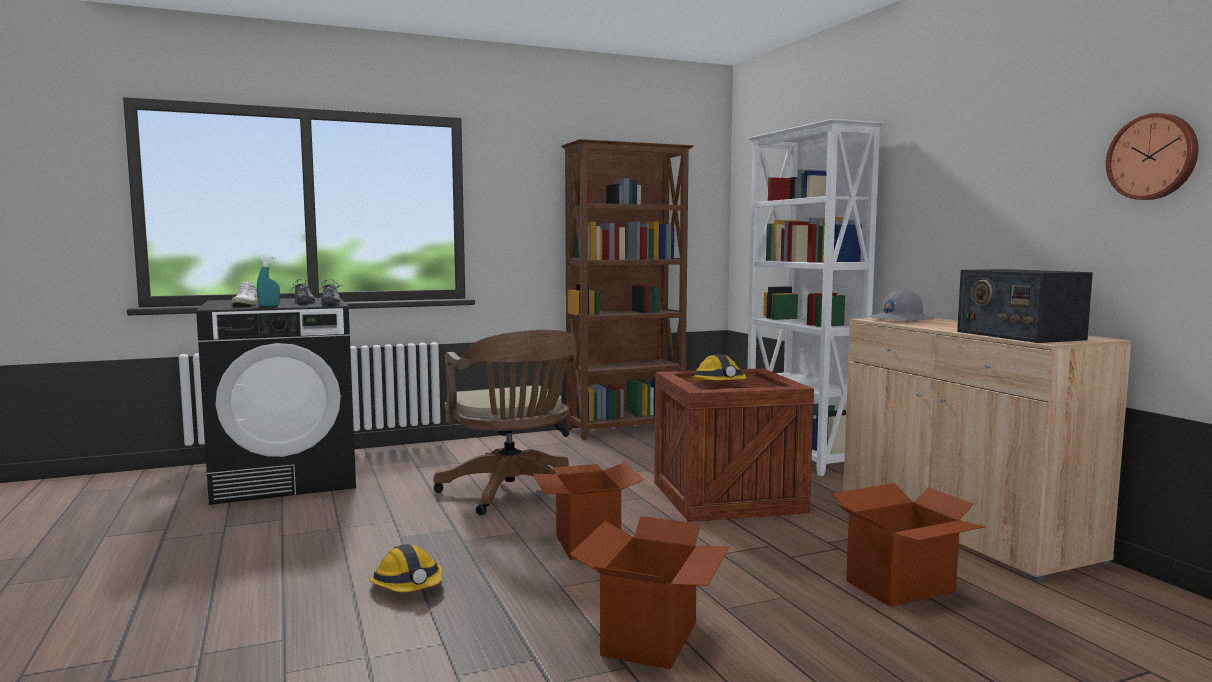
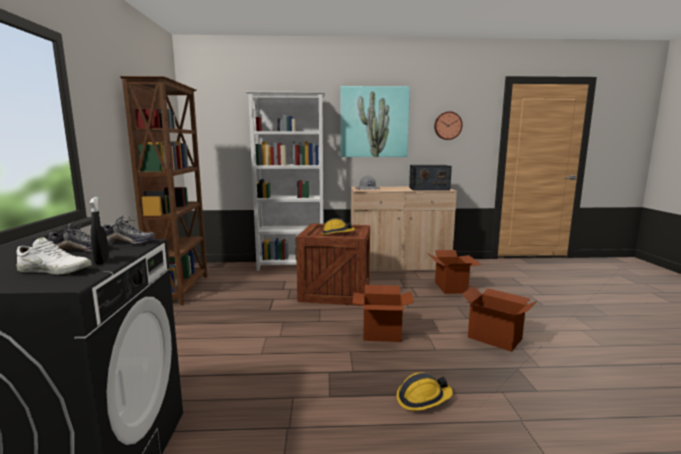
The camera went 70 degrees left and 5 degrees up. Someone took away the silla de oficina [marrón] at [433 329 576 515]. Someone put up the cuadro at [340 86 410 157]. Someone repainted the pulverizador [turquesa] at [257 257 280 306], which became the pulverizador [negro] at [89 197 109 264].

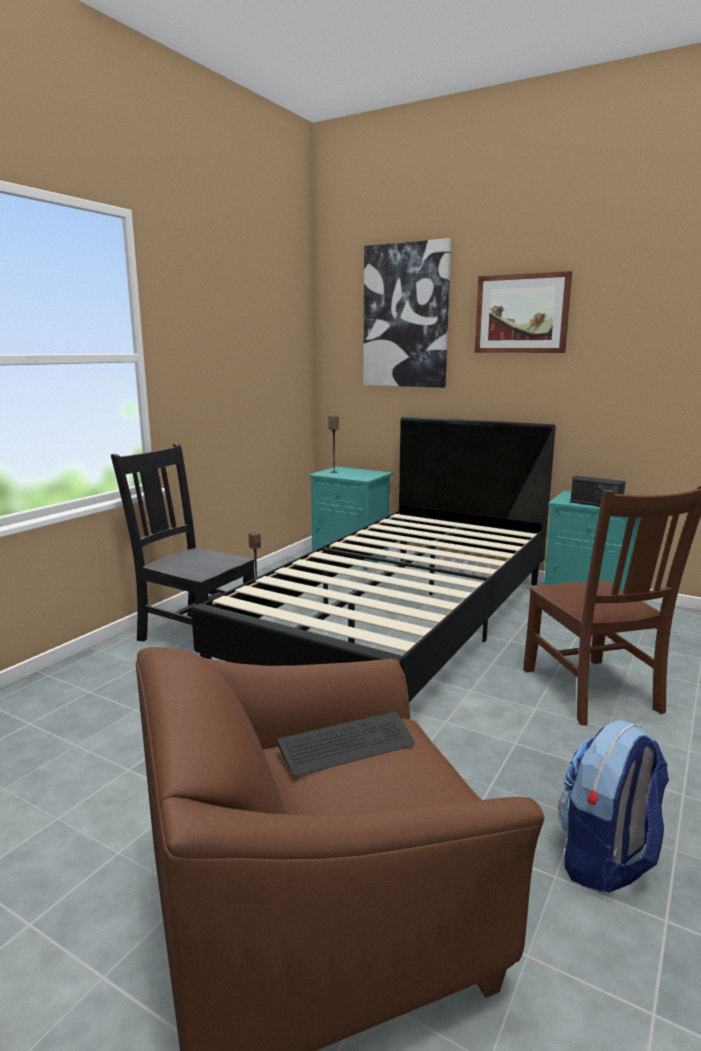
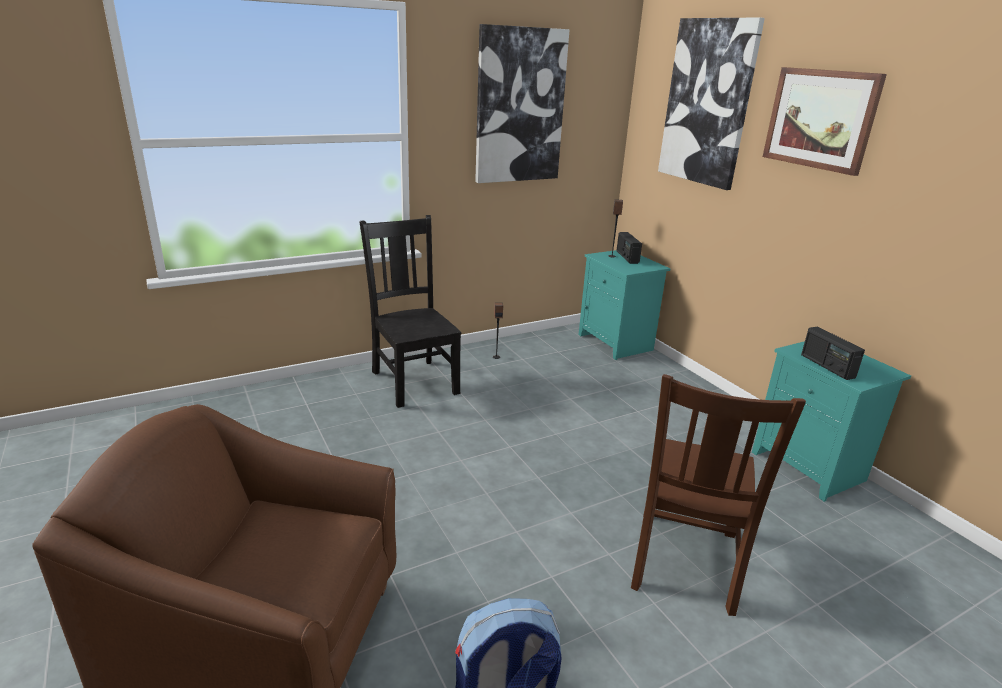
The camera went 30 degrees right and 10 degrees up. Someone took away the cama [negro] at [191 416 556 702]. Someone took away the teclado at [277 711 415 776]. Someone put up the cuadro at [475 24 569 183]. Someone put down the radio at [616 232 642 264].

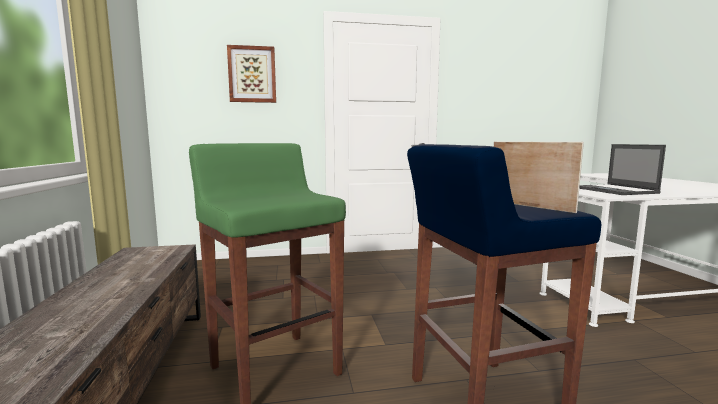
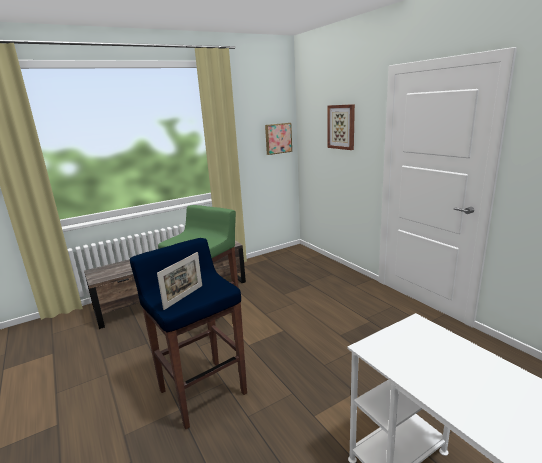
The camera went 70 degrees right and 10 degrees up. Someone took away the portátil at [579 144 666 195]. Someone put up the cuadro at [265 123 292 155].

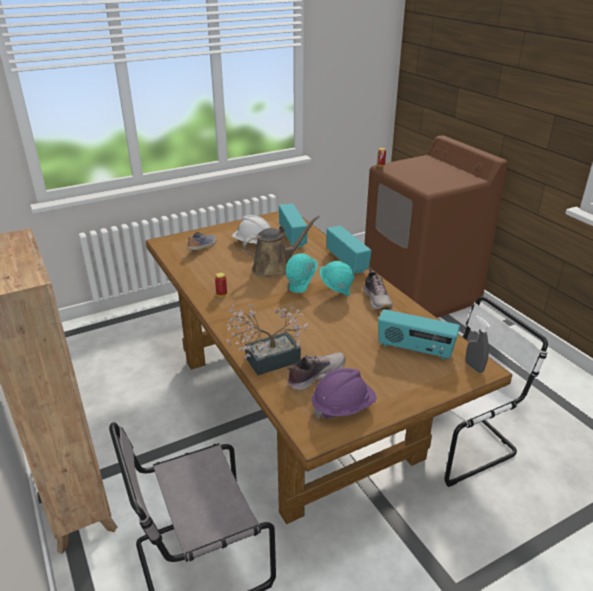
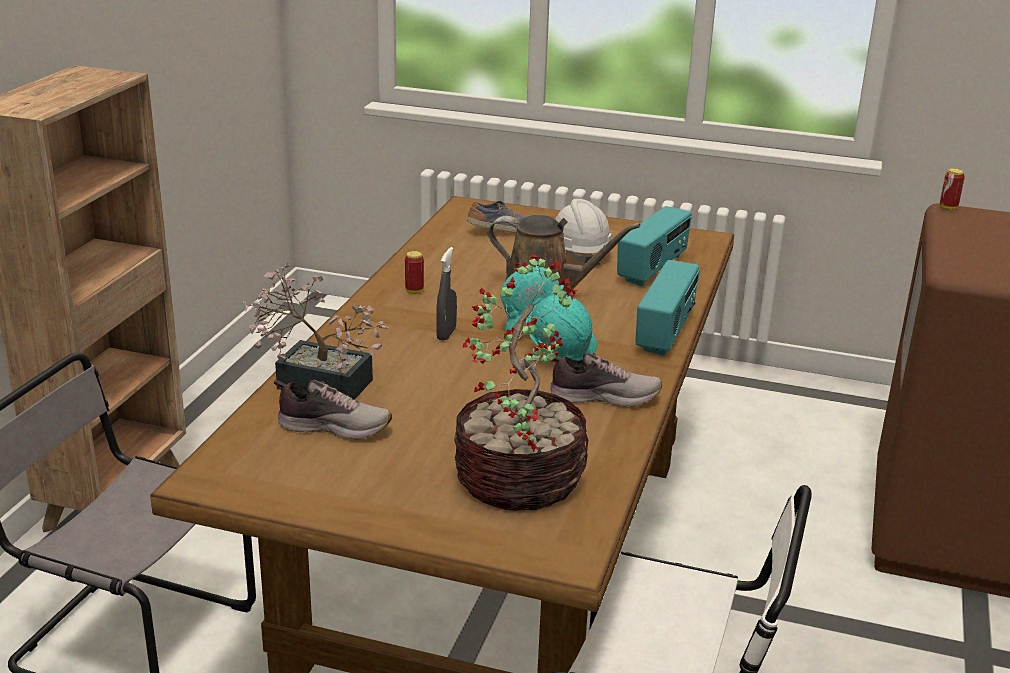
The camera went 45 degrees right and 5 degrees down. Someone took away the casco [morado] at [312 368 376 419]. Someone carried the pulverizador [gris] from [465 316 491 373] to [436 247 457 341]. Someone swapped the radio at [378 309 460 360] for the planta en maceta at [454 254 588 511]. Someone rotated the zapato at [363 268 393 310] by 120 degrees counterclockwise.

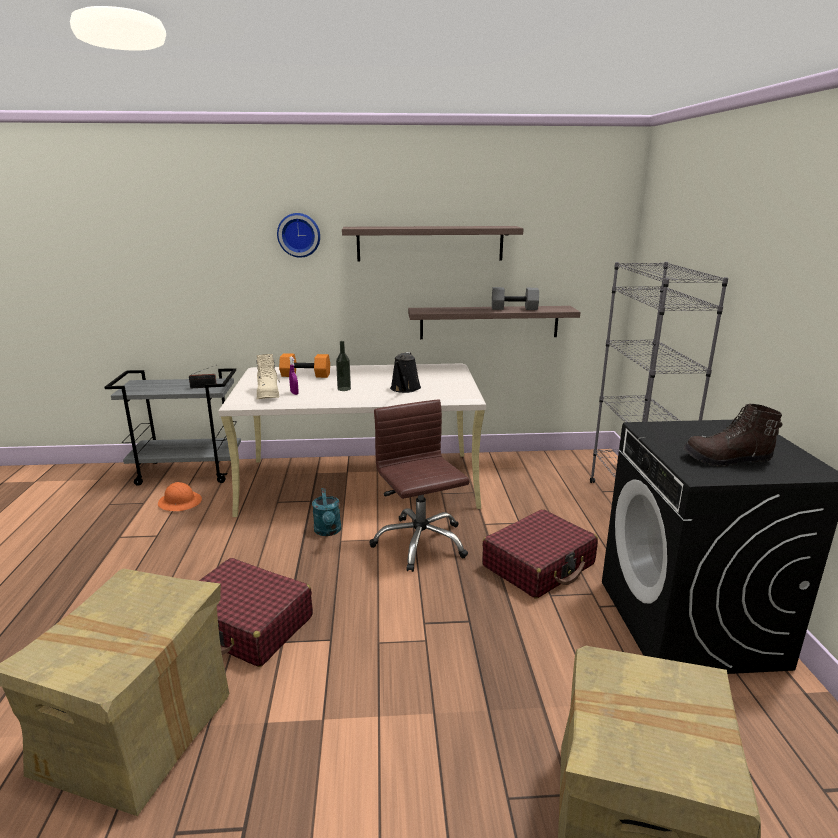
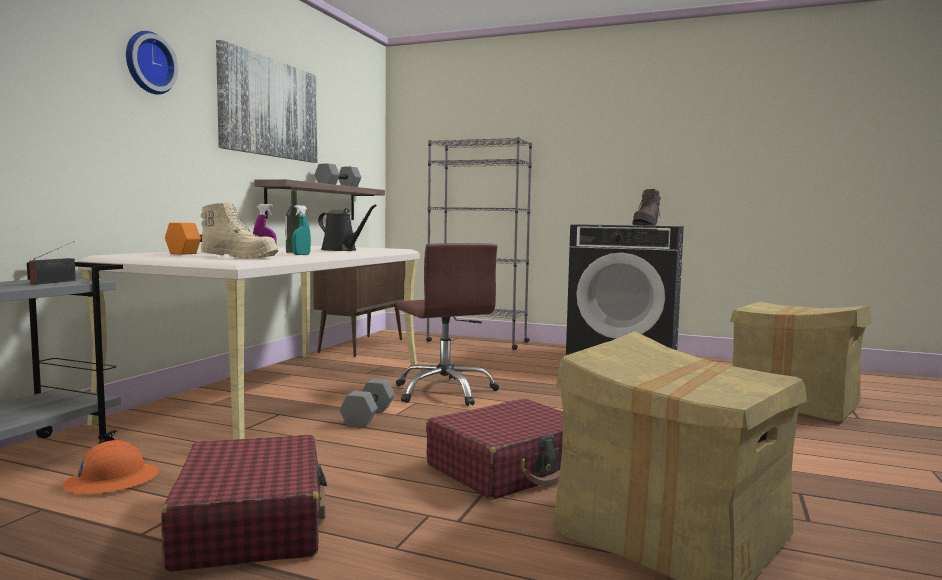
The camera went 65 degrees left and 15 degrees down. Someone put down the pulverizador [turquesa] at [292 205 311 255]. Someone put down the armario [marrón] at [313 261 406 357]. Someone carried the maleta [rojo] from [482 509 598 599] to [161 435 327 572]. Someone swapped the regadera [turquesa] at [312 488 341 536] for the mancuerna [gris] at [340 379 395 428]. Someone swapped the estante at [342 226 524 262] for the cuadro at [216 40 318 163]. Someone rotated the silla de oficina [marrón] at [370 399 470 572] by 120 degrees counterclockwise.

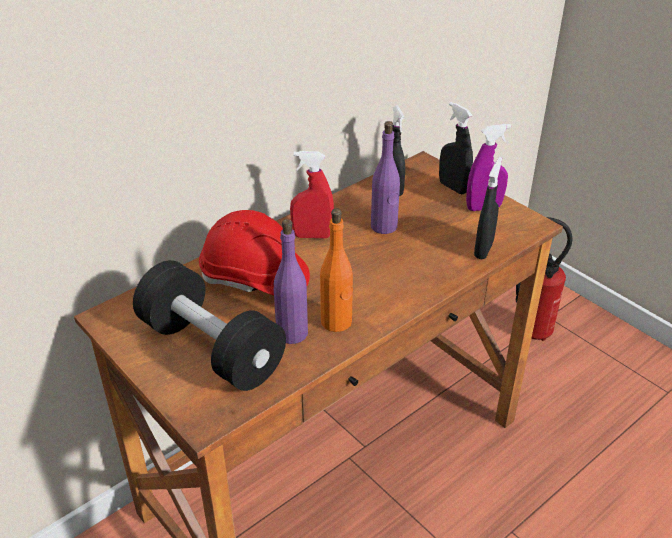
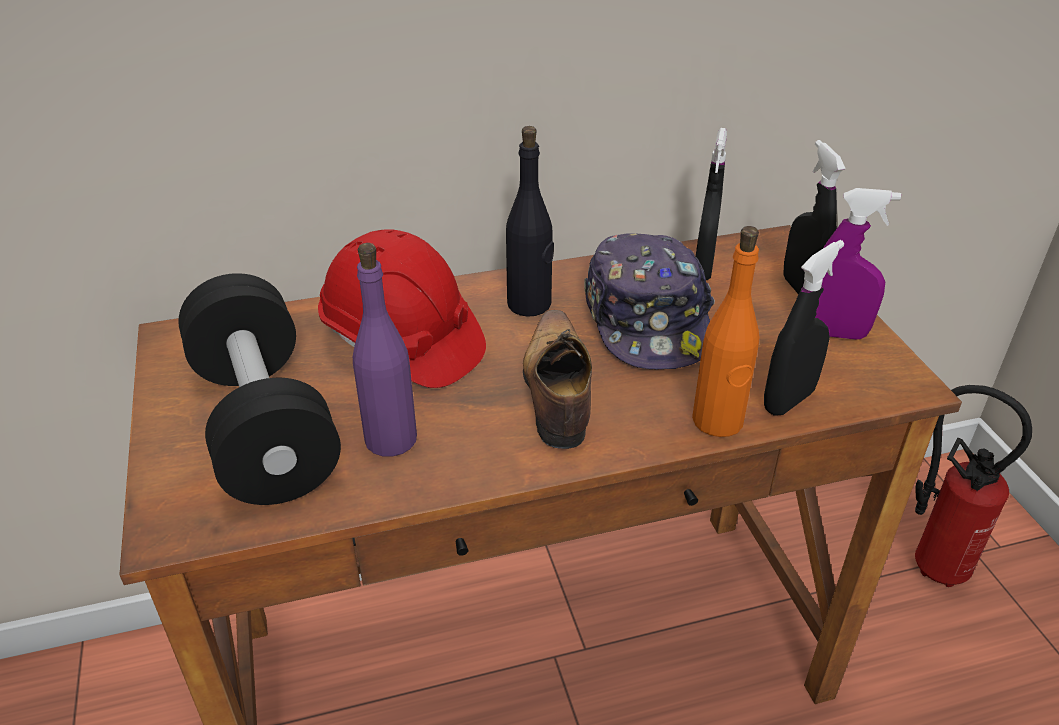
The camera went 25 degrees right and 0 degrees up. Someone put down the zapato at [523 310 592 449]. Someone carried the botella [naranja] from [320 208 353 332] to [692 226 759 437]. Someone swapped the pulverizador [rojo] at [290 151 334 238] for the botella [negro] at [506 126 554 317]. Someone swapped the botella [morado] at [371 121 400 234] for the gorra at [584 233 715 370].

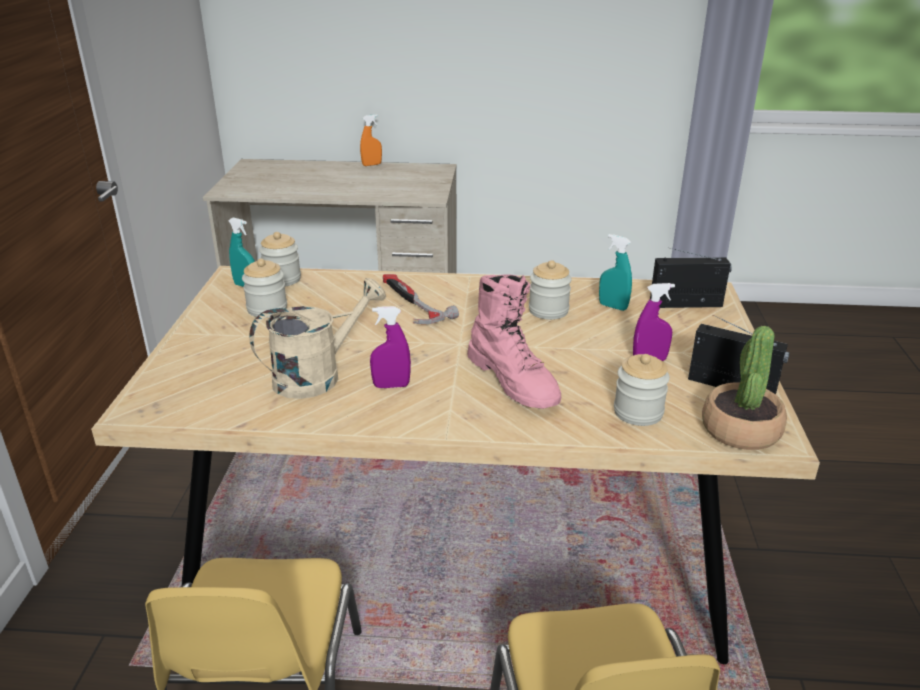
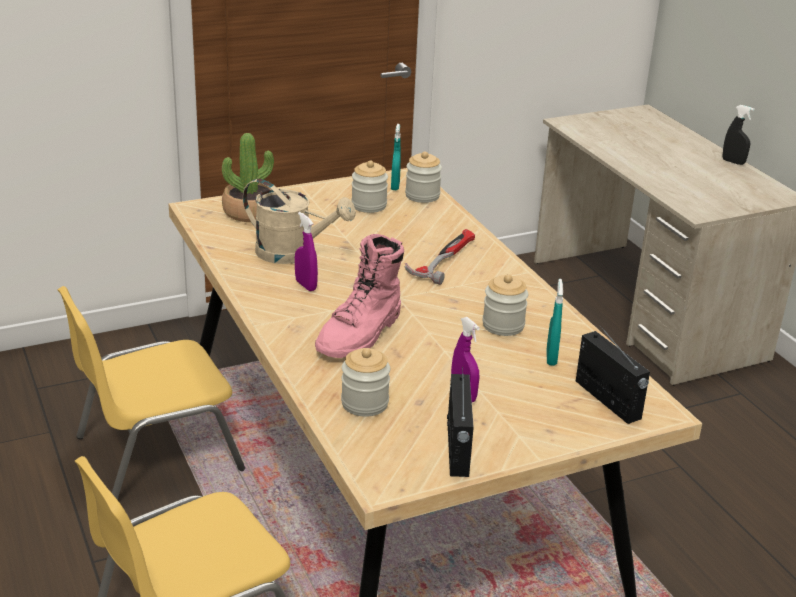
The camera went 60 degrees right and 0 degrees up. Someone carried the planta en maceta from [702 326 787 450] to [222 133 274 222]. Someone repainted the pulverizador [naranja] at [360 114 382 166], which became the pulverizador [negro] at [723 105 754 165].

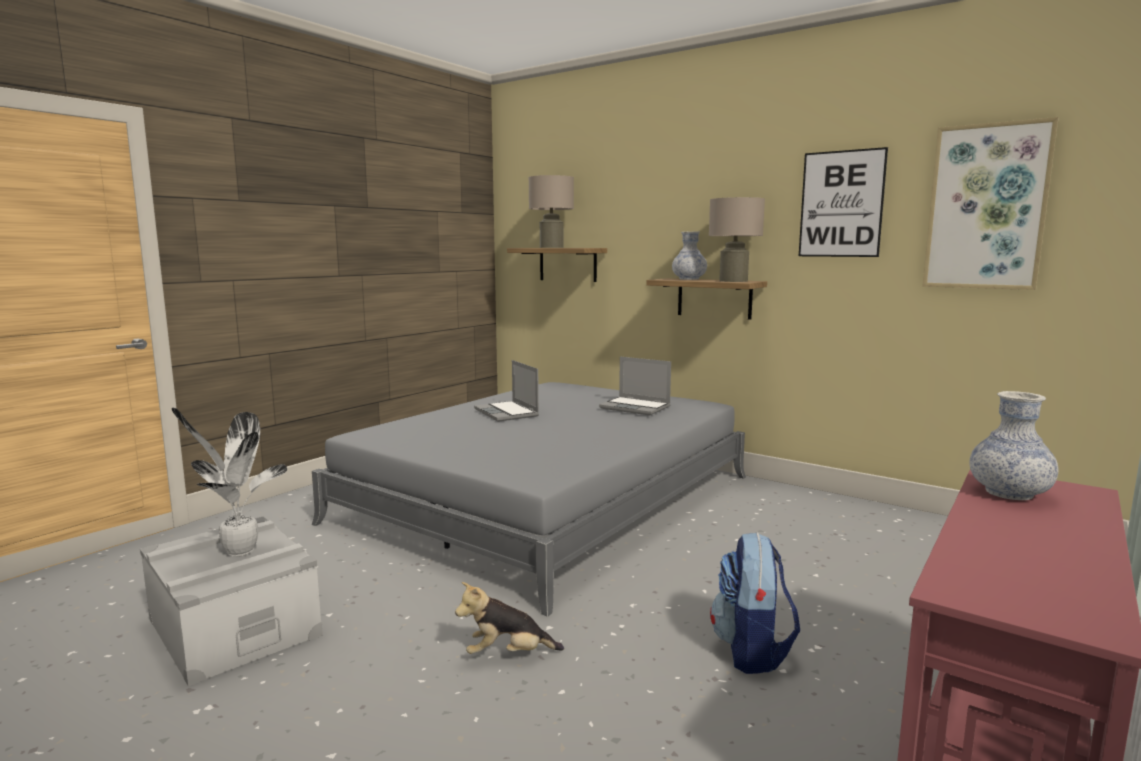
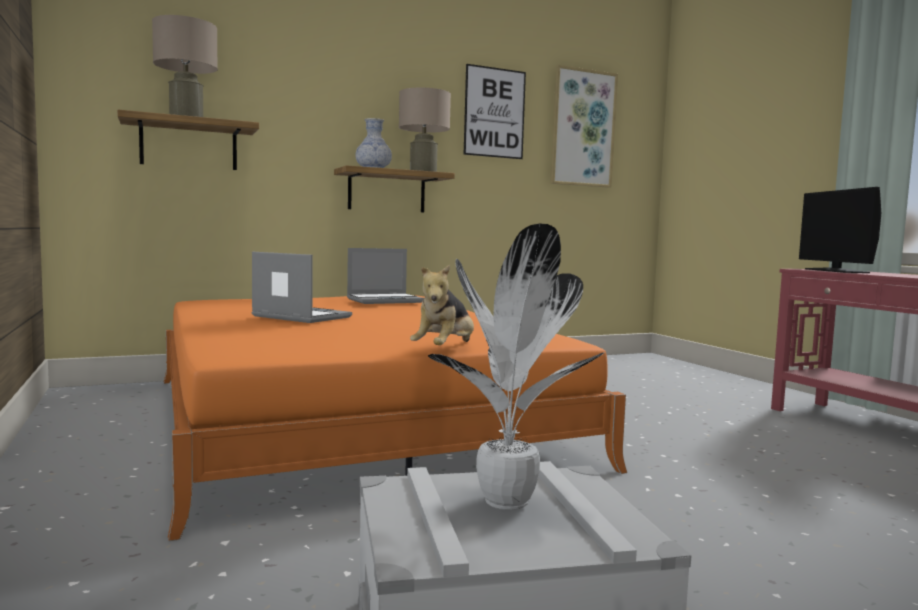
The camera went 60 degrees left and 5 degrees down. Someone took away the mochila at [710 532 800 674]. Someone carried the peluche from [455 582 564 654] to [410 265 474 345]. Someone swapped the florero at [969 391 1058 500] for the monitor at [799 187 881 273]. Someone repainted the cama [gris] at [312 382 746 617], which became the cama [naranja] at [164 295 627 541]. Someone rotated the portátil at [474 360 539 422] by 150 degrees counterclockwise.

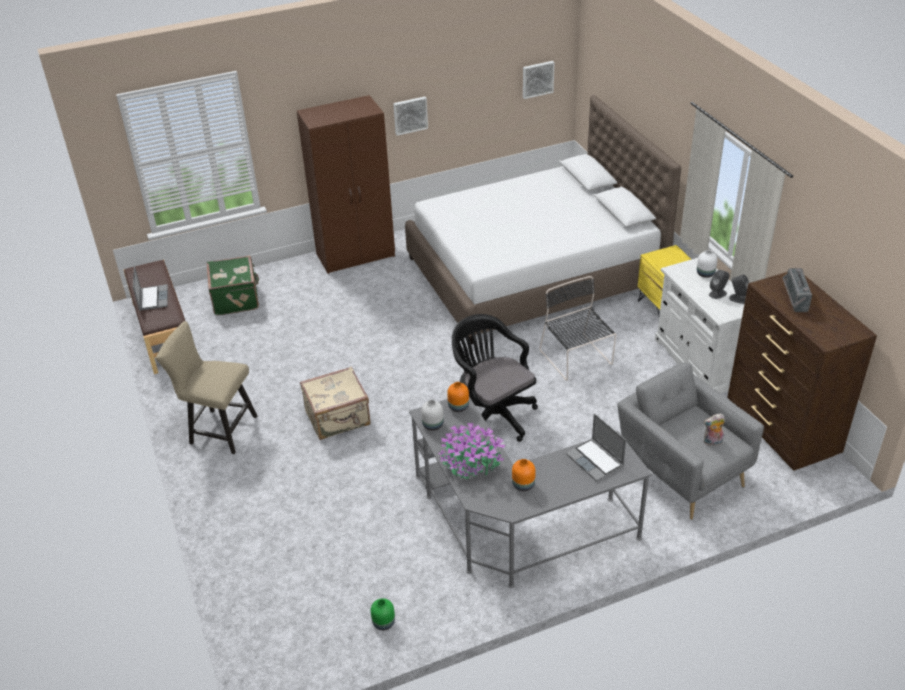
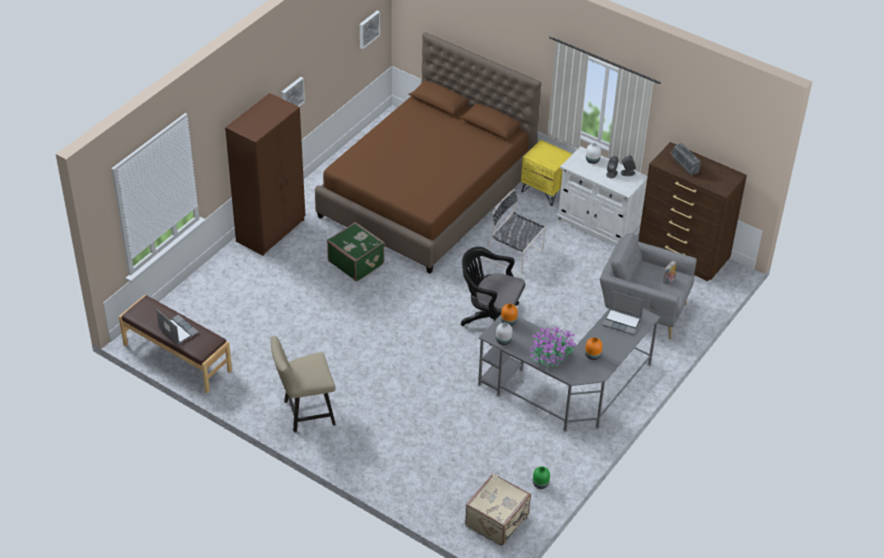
The camera went 35 degrees left and 5 degrees up. Someone carried the maleta [verde] from [207 256 259 315] to [327 222 385 281]. Someone carried the maleta [beis] from [300 367 371 440] to [465 473 531 546]. Someone repainted the cama [blanco] at [405 95 681 344], which became the cama [marrón] at [315 32 541 274].

